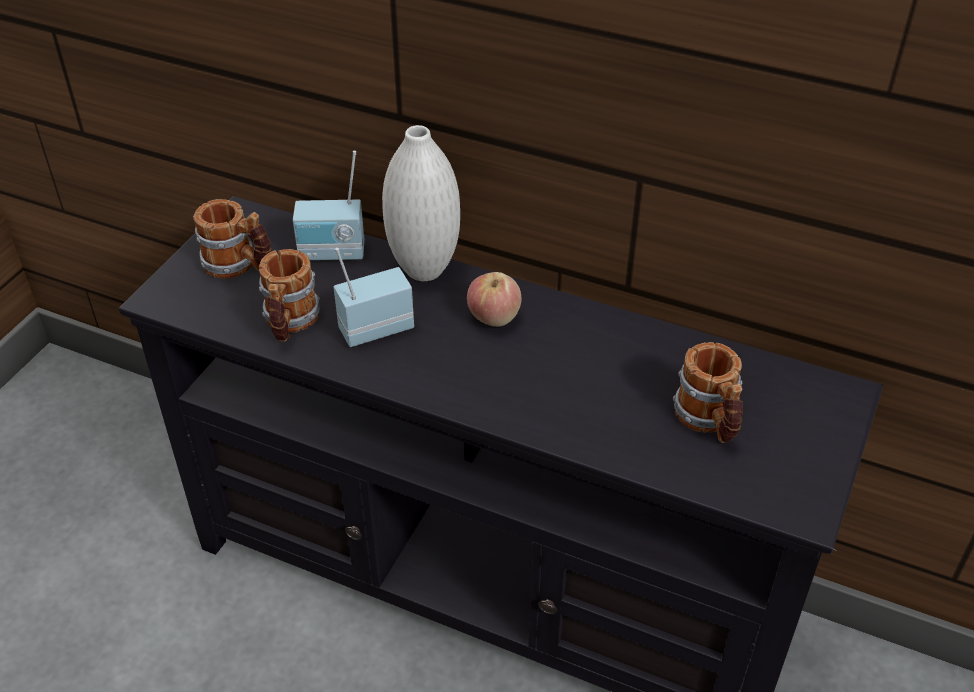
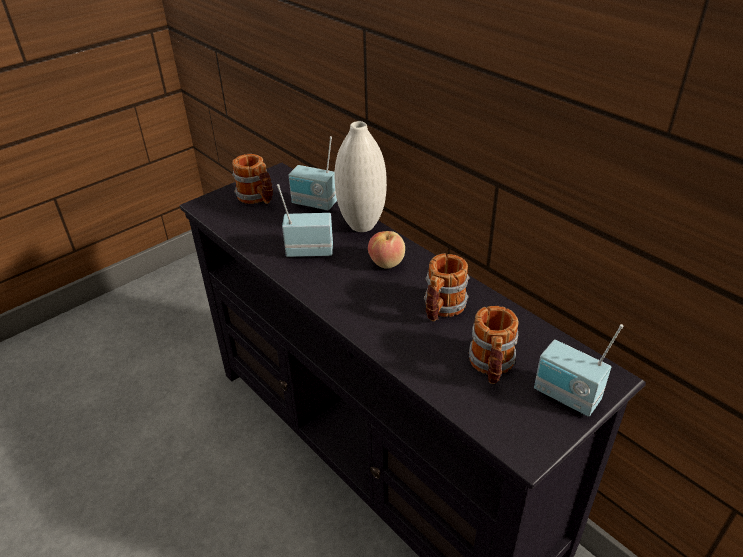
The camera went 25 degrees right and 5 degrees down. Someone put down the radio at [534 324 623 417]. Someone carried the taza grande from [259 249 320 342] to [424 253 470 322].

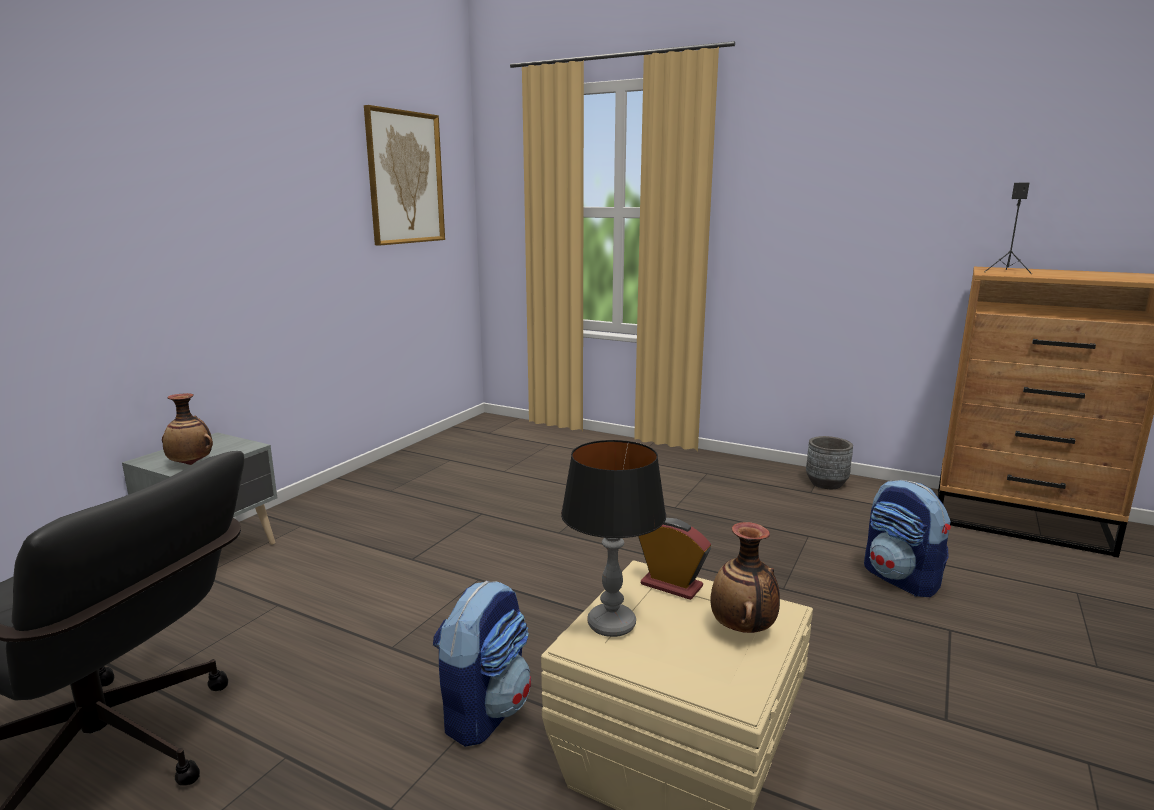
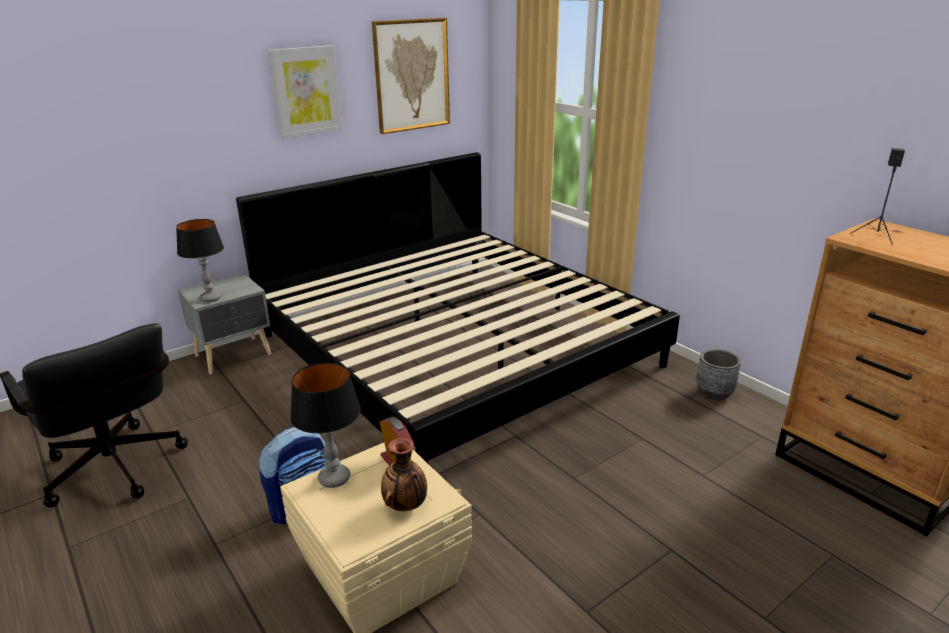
The camera went 25 degrees right and 10 degrees up. Someone took away the mochila at [864 480 951 597]. Someone put down the cama at [236 152 680 464]. Someone put up the cuadro at [268 45 343 139]. Someone swapped the florero at [162 393 213 465] for the lámpara de mesa at [176 219 224 302].

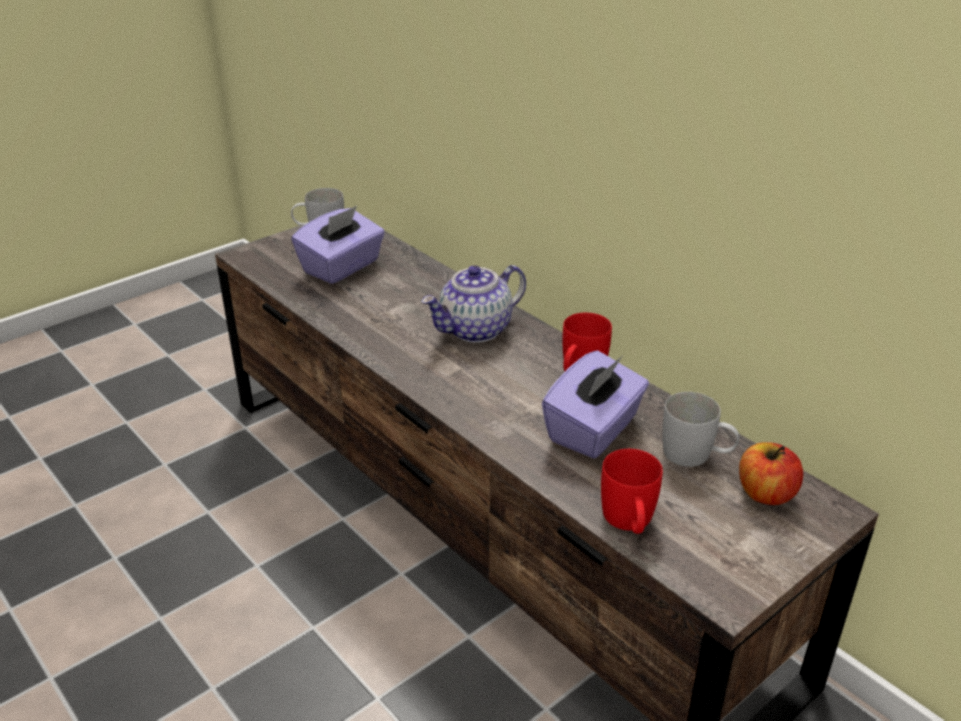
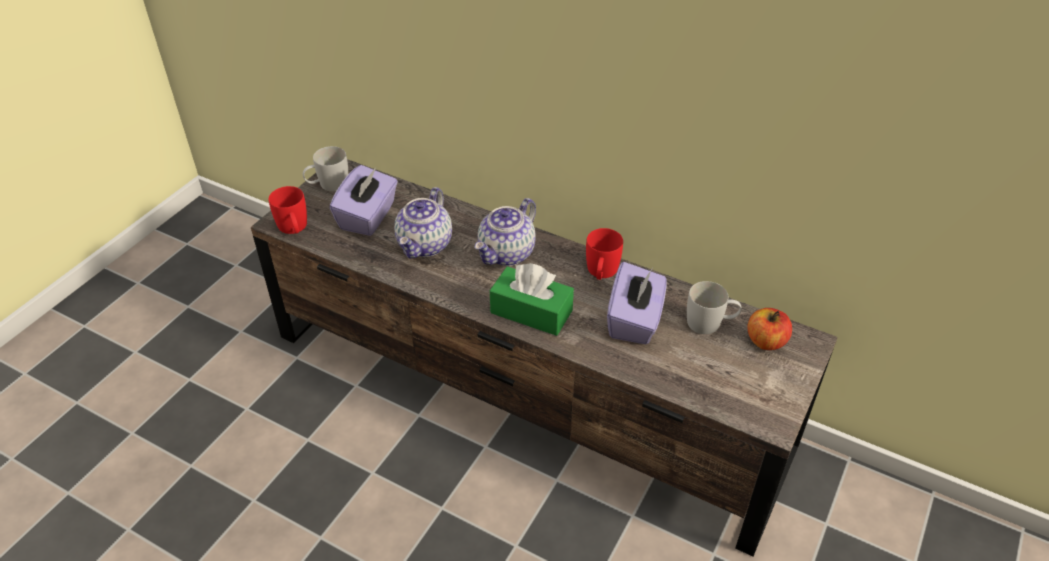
The camera went 20 degrees left and 10 degrees up. Someone put down the tetera at [394 187 452 259]. Someone put down the caja de pañuelos [verde] at [490 263 574 336]. Someone carried the taza grande [rojo] from [601 449 663 534] to [268 186 307 234].

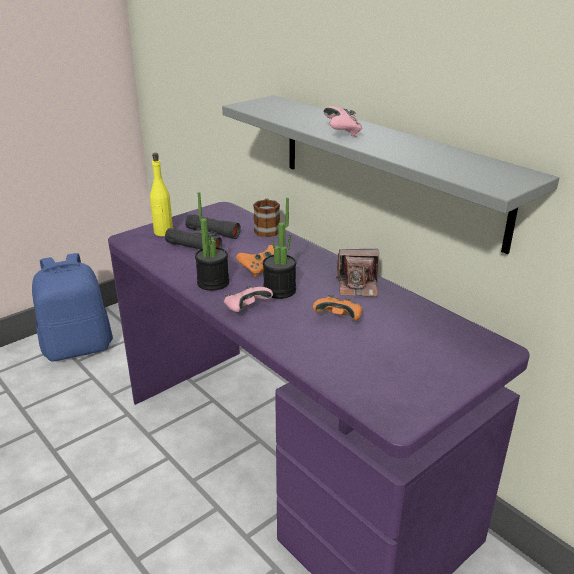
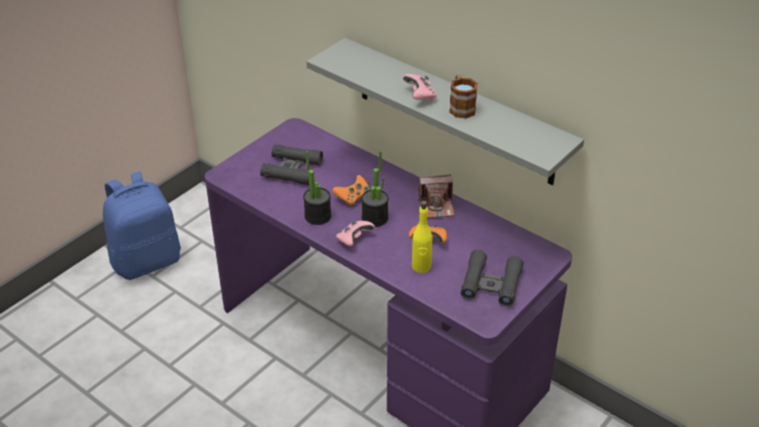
The camera went 10 degrees left and 10 degrees up. Someone put down the prismáticos [negro] at [461 250 524 307]. Someone carried the botella [amarillo] from [150 153 173 236] to [412 201 432 273]. Someone carried the taza grande from [253 199 280 237] to [449 75 478 118].

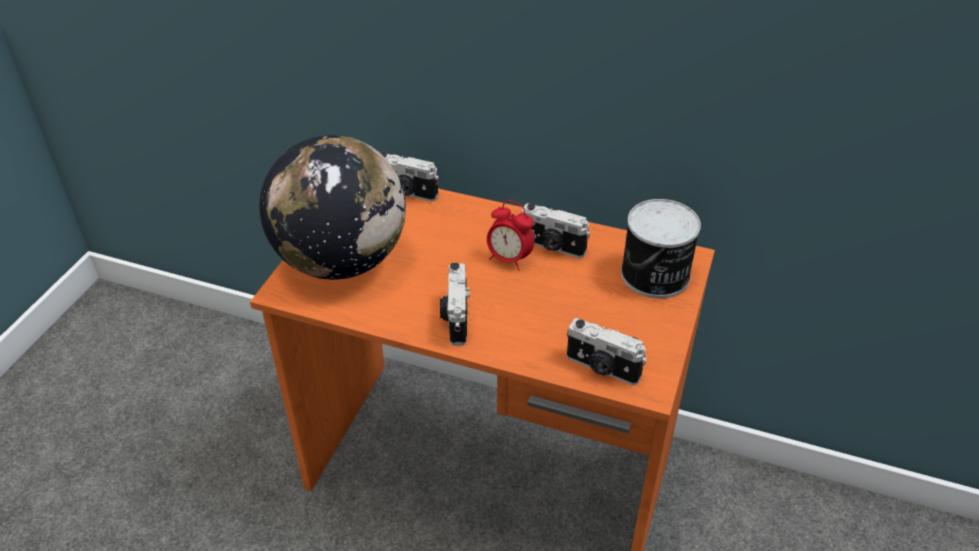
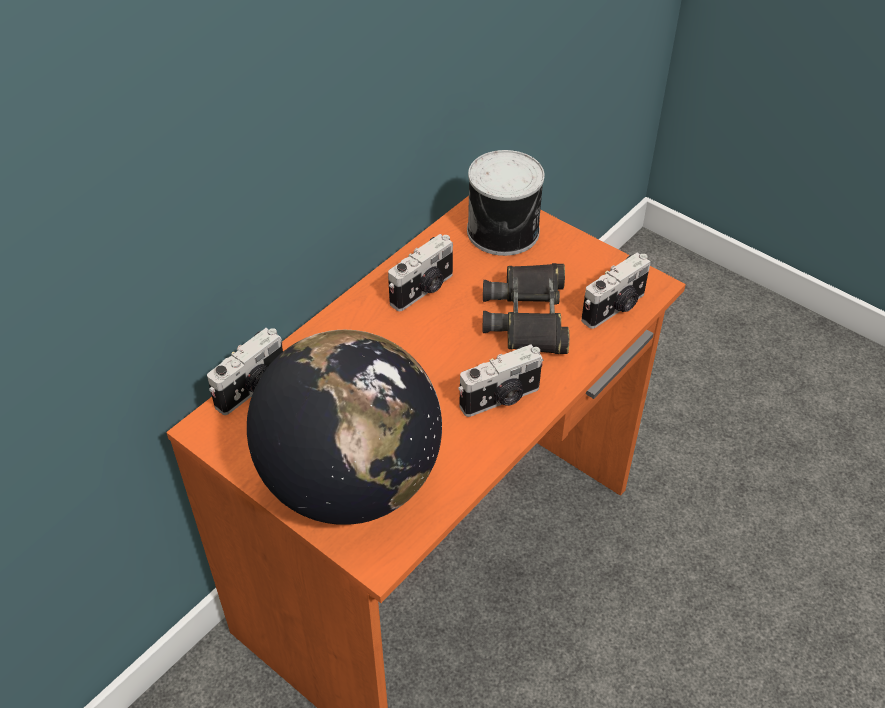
The camera went 70 degrees left and 5 degrees up. Someone took away the despertador at [487 200 535 271]. Someone put down the prismáticos [negro] at [483 263 569 354]. Someone rotated the cámara at [440 262 470 346] by 45 degrees counterclockwise.

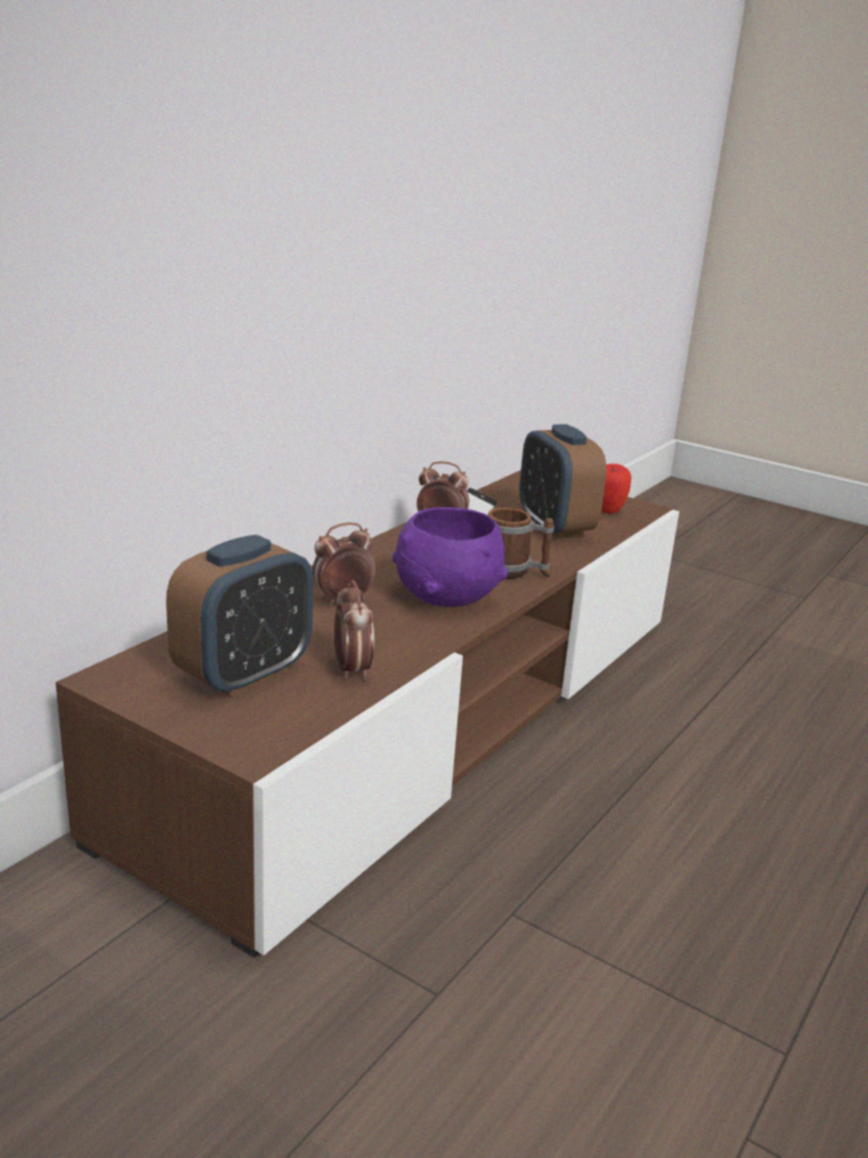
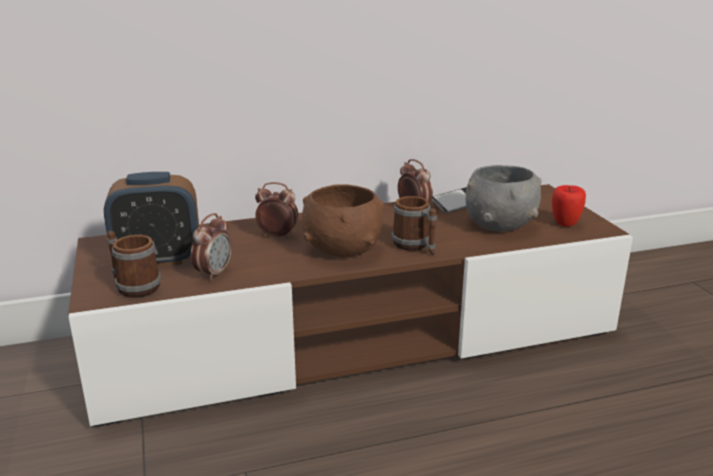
The camera went 40 degrees right and 0 degrees up. Someone put down the taza grande at [107 231 161 298]. Someone swapped the despertador at [519 424 606 538] for the cuenco [gris] at [466 165 541 232]. Someone repainted the cuenco [morado] at [392 507 508 607], which became the cuenco [marrón] at [302 184 384 257].

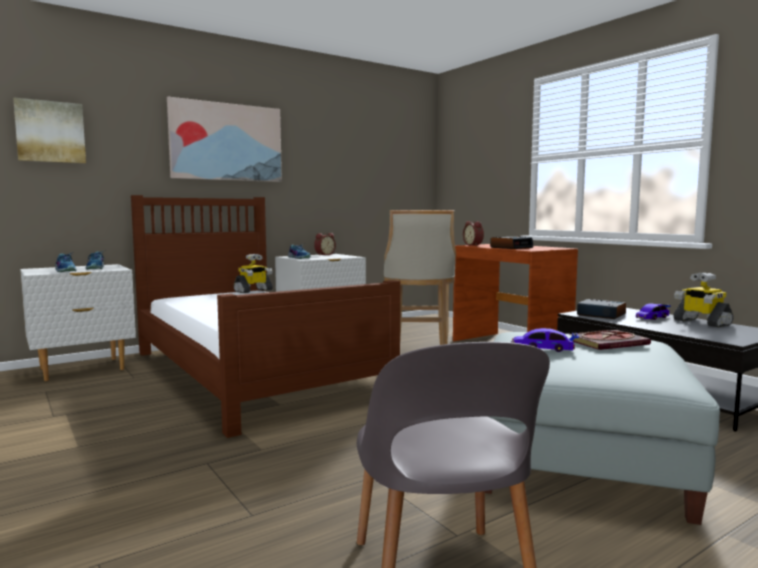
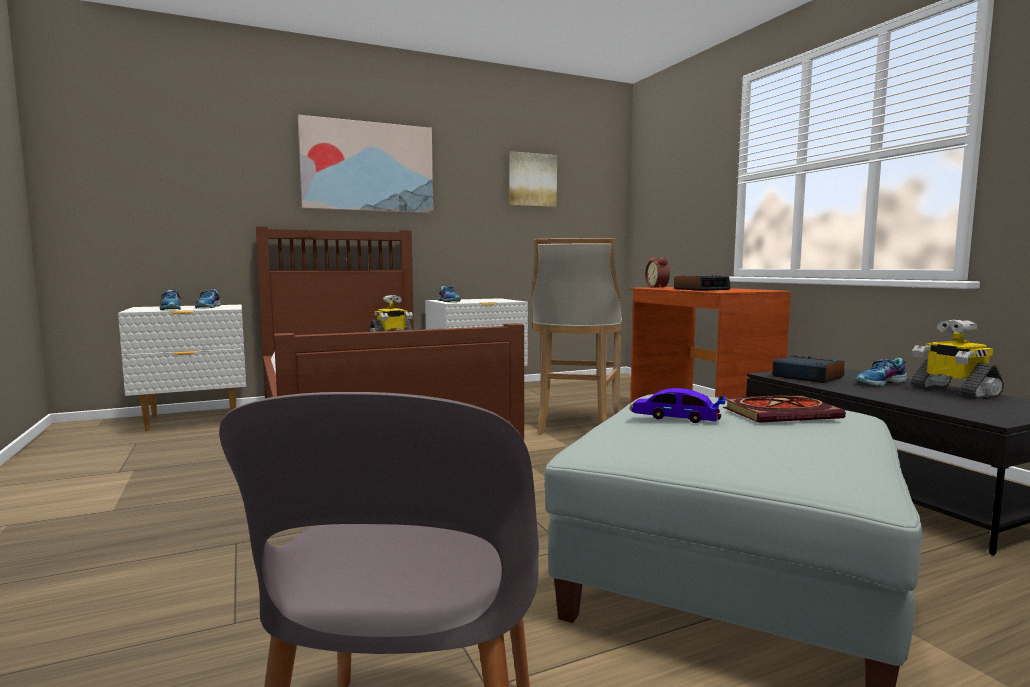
The camera went 10 degrees right and 0 degrees up. Someone took away the despertador at [314 233 336 256]. Someone carried the cuadro from [13 97 86 164] to [509 151 557 207]. Someone swapped the coche de juguete at [636 303 671 320] for the zapato at [856 358 907 386].

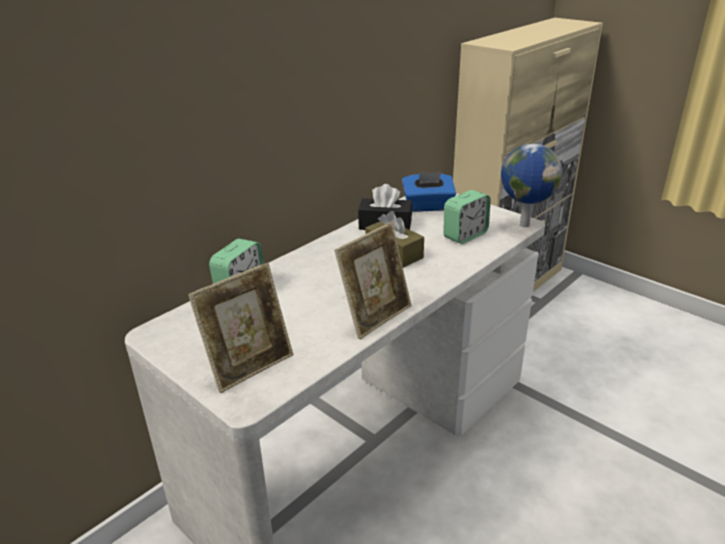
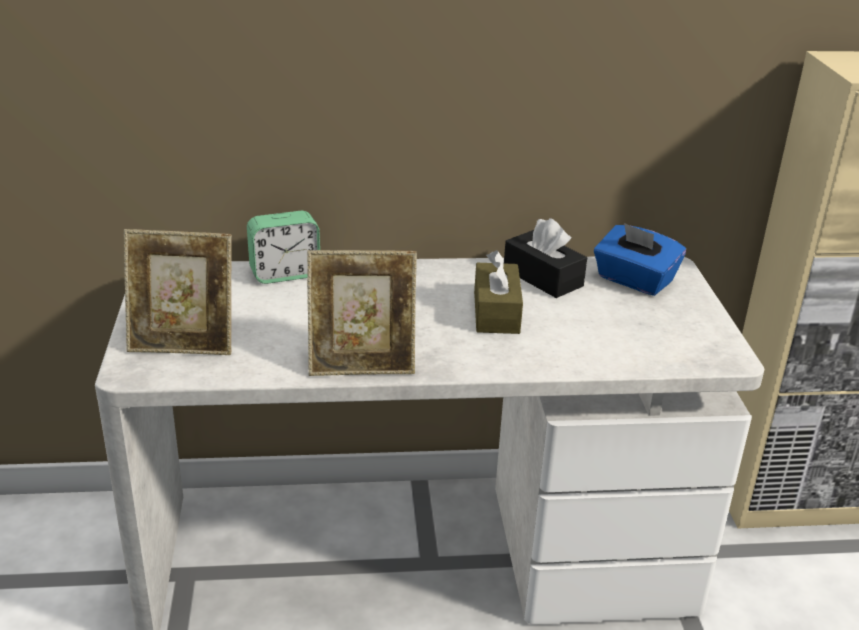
The camera went 40 degrees right and 0 degrees up. Someone took away the despertador at [443 190 491 244]. Someone took away the globo terráqueo at [501 144 562 227].

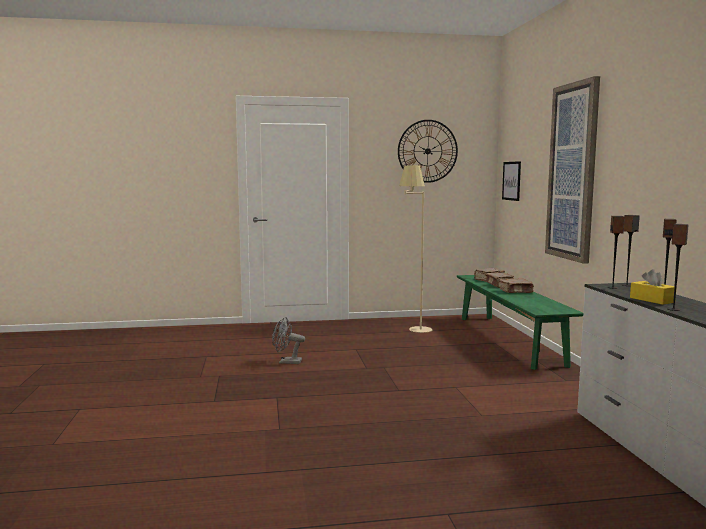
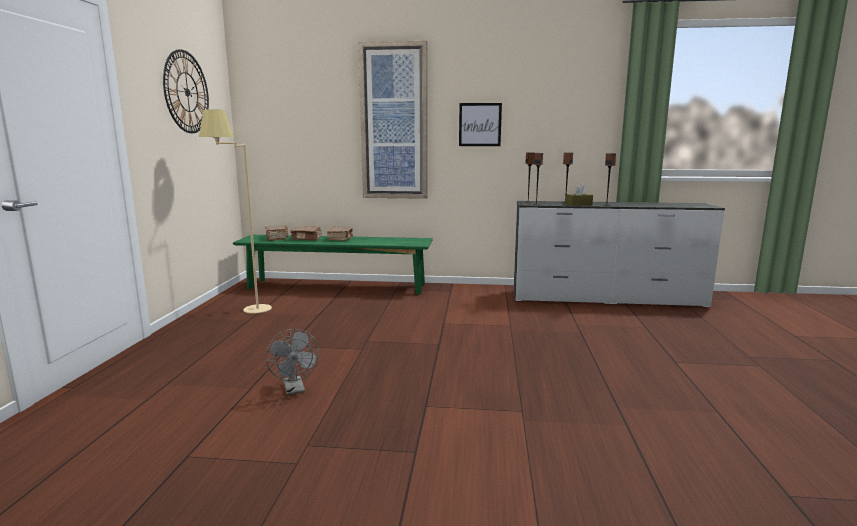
The camera went 75 degrees left and 5 degrees up. Someone carried the cuadro from [502 161 521 201] to [459 103 502 146]. Someone repainted the caja de pañuelos [amarillo] at [630 269 676 305], which became the caja de pañuelos [marrón] at [566 185 593 206]. Someone rotated the ventilador [gris] at [272 317 305 364] by 45 degrees counterclockwise.

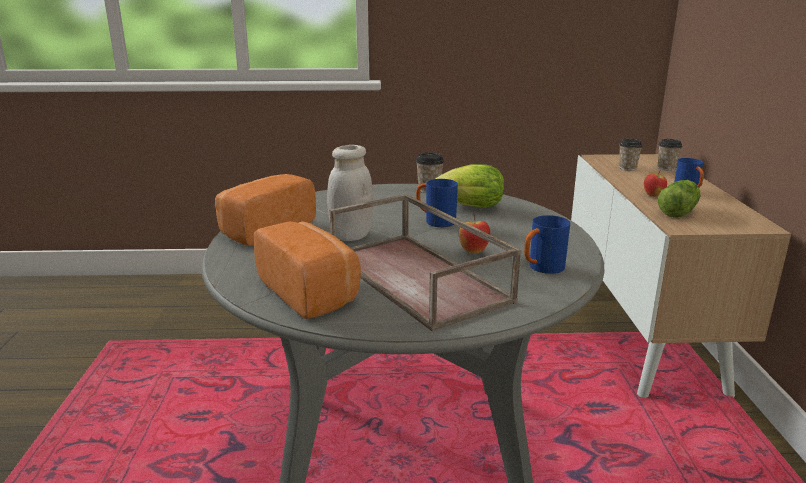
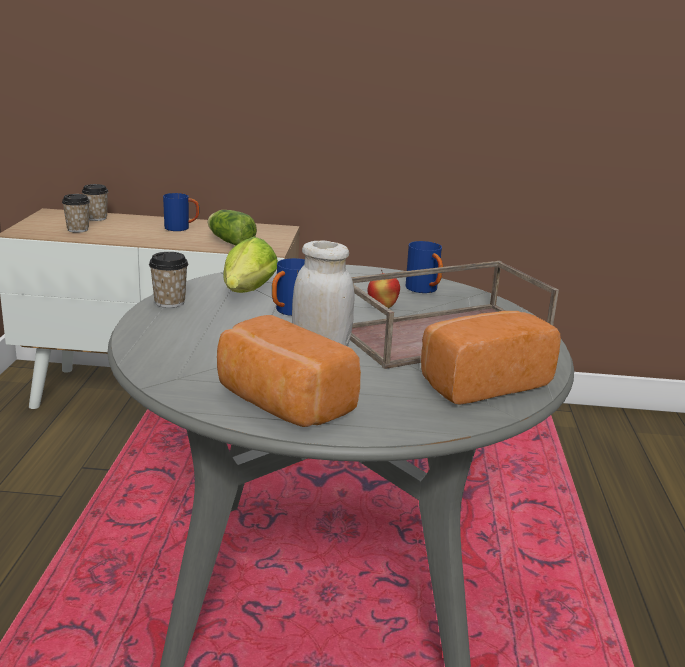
The camera went 85 degrees left and 0 degrees up. Someone took away the manzana at [644 171 667 196].

